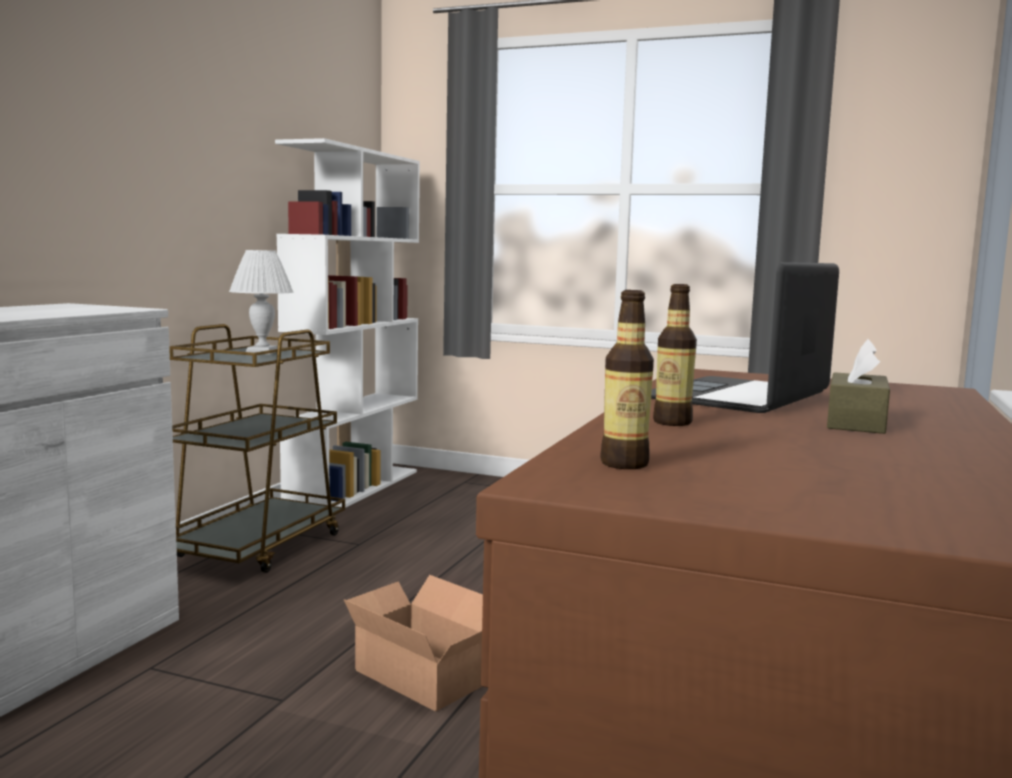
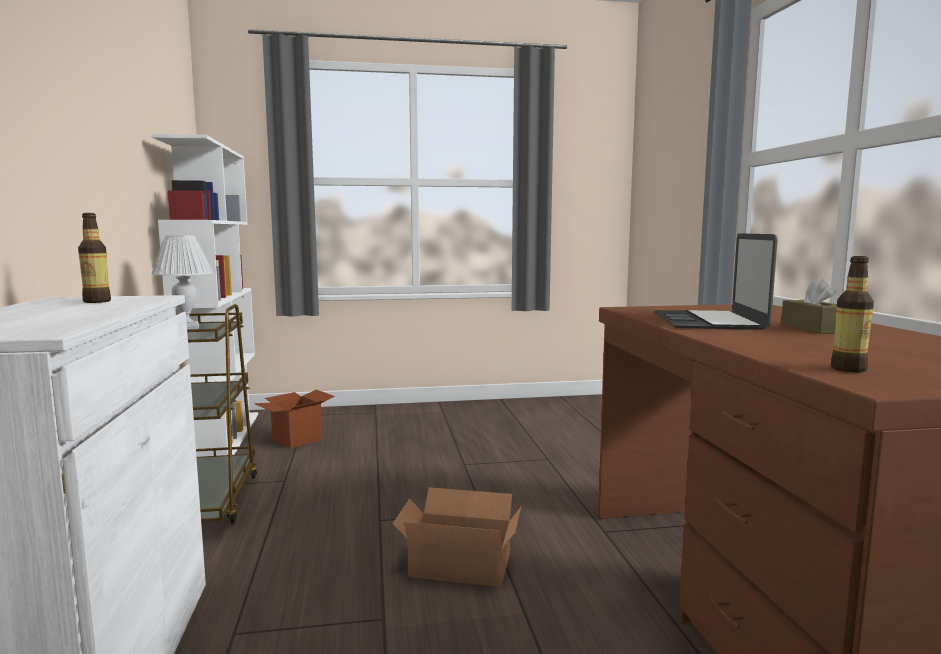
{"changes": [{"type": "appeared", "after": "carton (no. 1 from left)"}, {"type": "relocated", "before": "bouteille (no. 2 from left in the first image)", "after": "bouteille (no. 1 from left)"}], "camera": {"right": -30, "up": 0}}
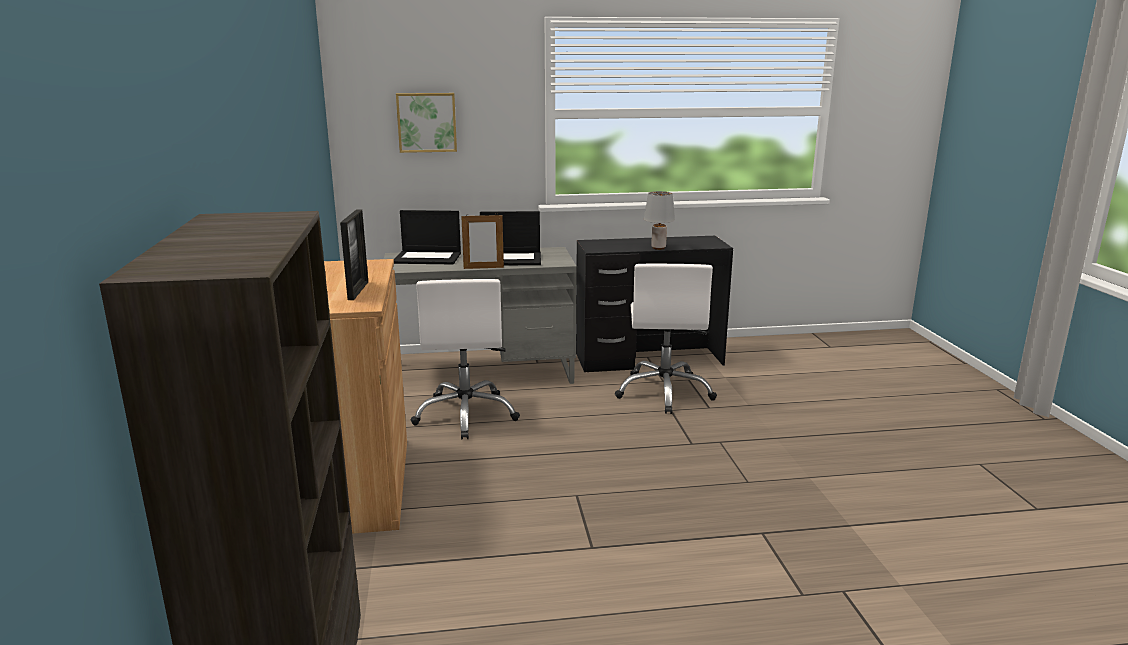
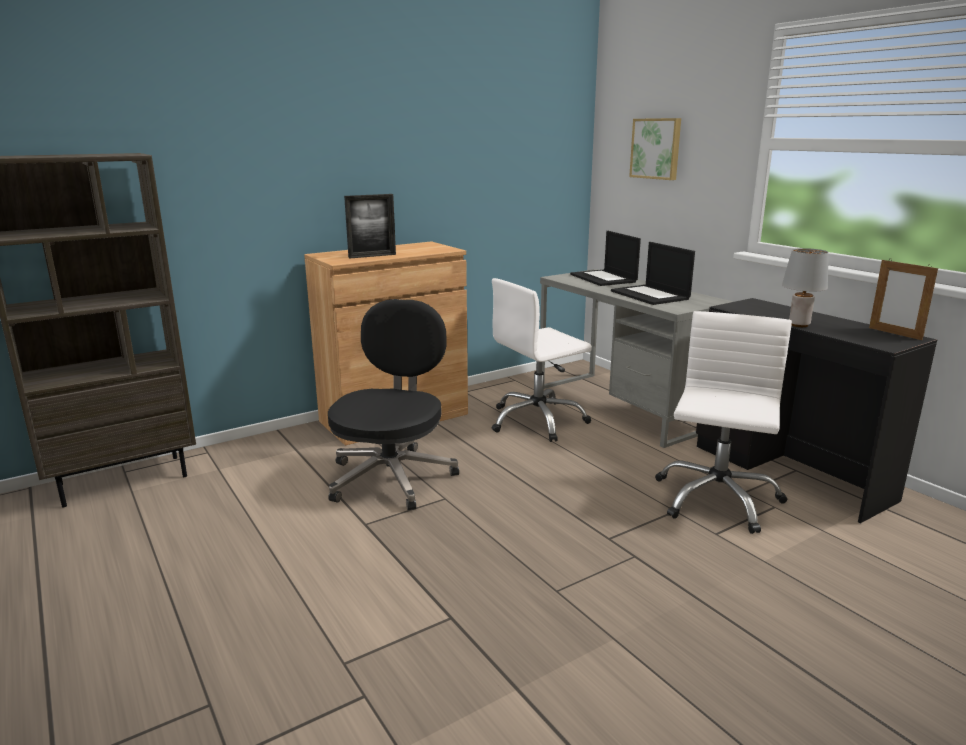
{"changes": [{"type": "appeared", "after": "chaise de bureau (noir)"}, {"type": "relocated", "before": "cadre photo (no. 2 from left)"}, {"type": "spun", "before": "chaise de bureau (blanc) (no. 2 from left)", "turn": 135}], "camera": {"right": 65, "up": 0}}
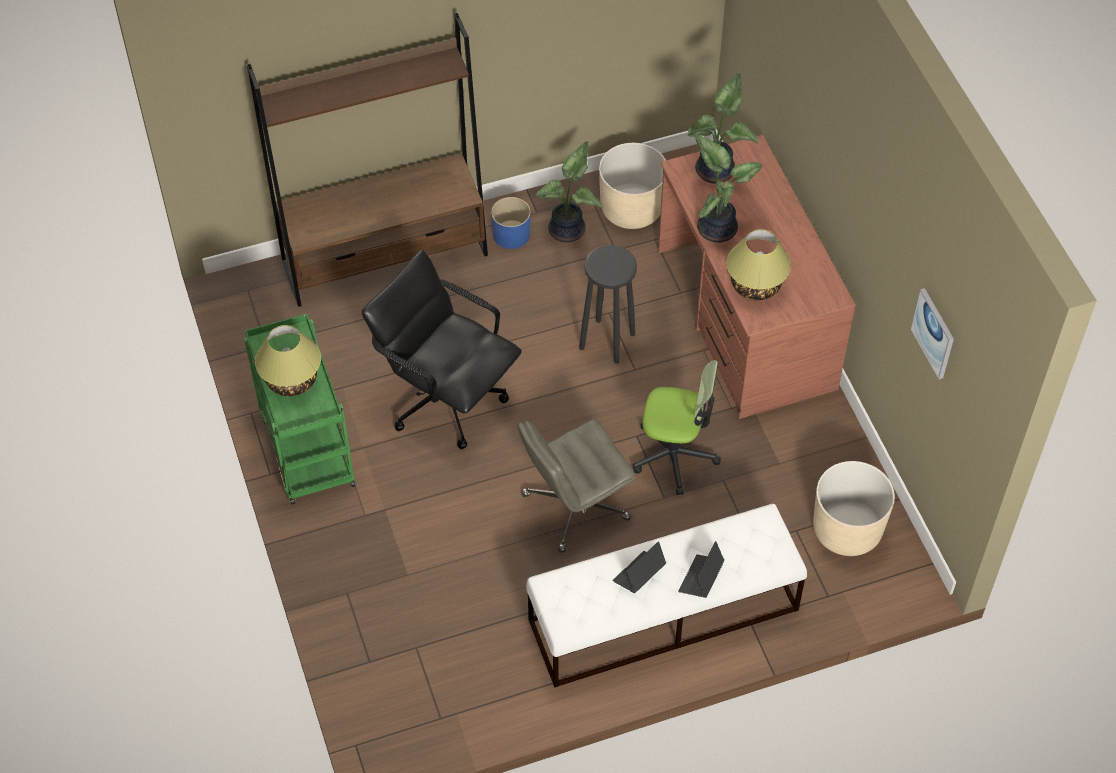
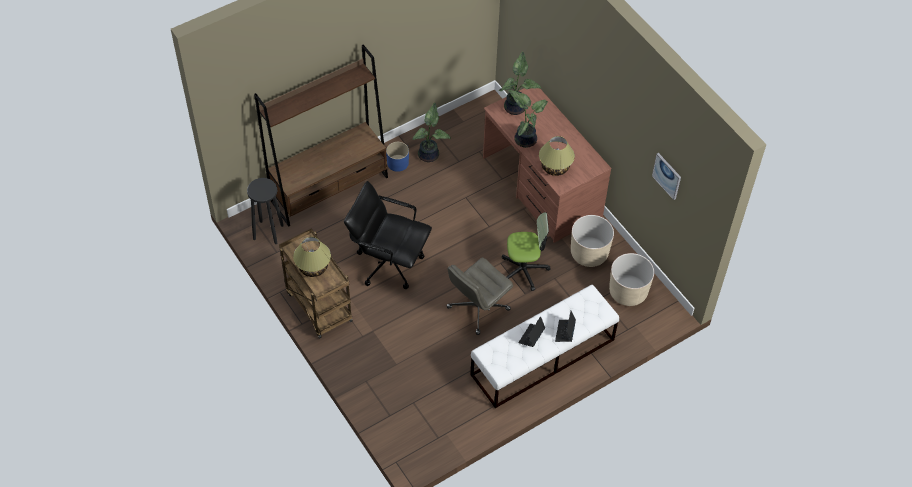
{"changes": [{"type": "relocated", "before": "tabouret (noir)"}, {"type": "relocated", "before": "cache-pot (beige) (no. 1 from left)"}, {"type": "colour", "before": "chariot (vert)", "after": "chariot (marron)"}], "camera": {"right": -15, "up": 0}}
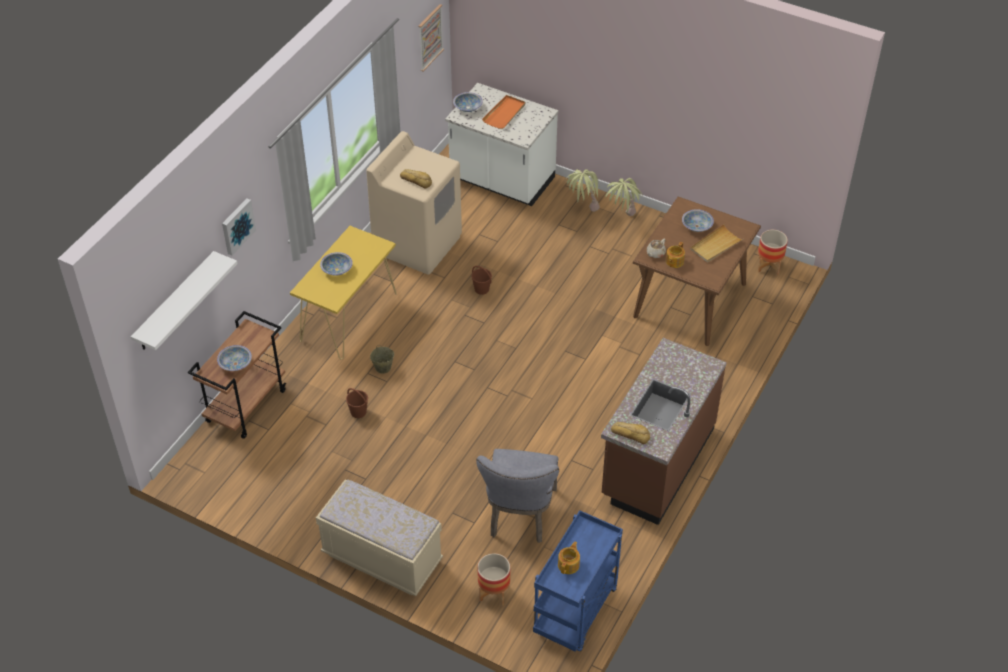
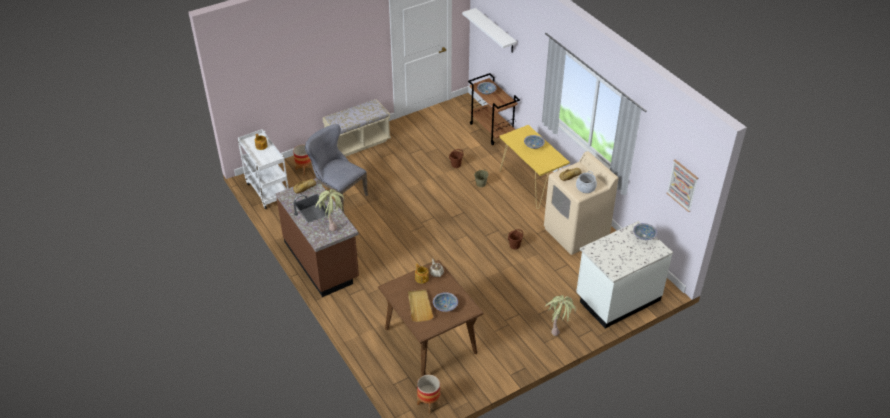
{"changes": [{"type": "missing", "before": "tableau (no. 1 from left)"}, {"type": "missing", "before": "plateau (orange)"}, {"type": "appeared", "after": "marmite"}, {"type": "relocated", "before": "plante en pot (no. 2 from left in the first image)", "after": "plante en pot (no. 1 from left)"}, {"type": "colour", "before": "chariot (bleu)", "after": "chariot (blanc)"}], "camera": {"right": 120, "up": -5}}
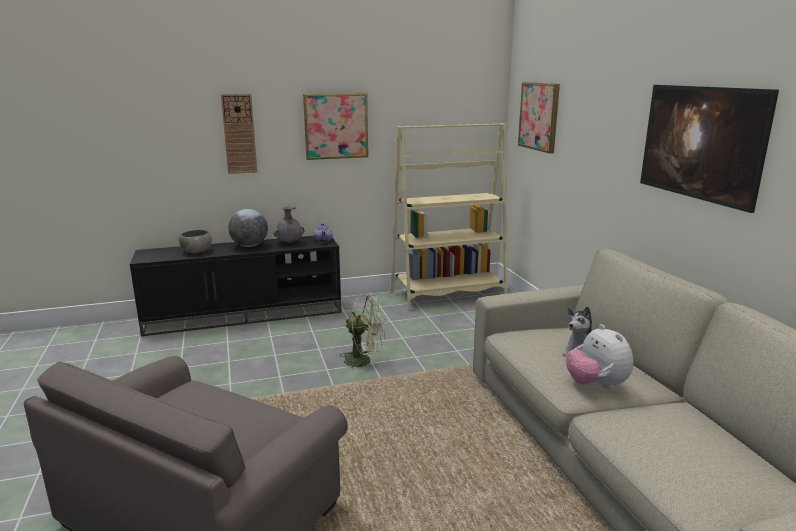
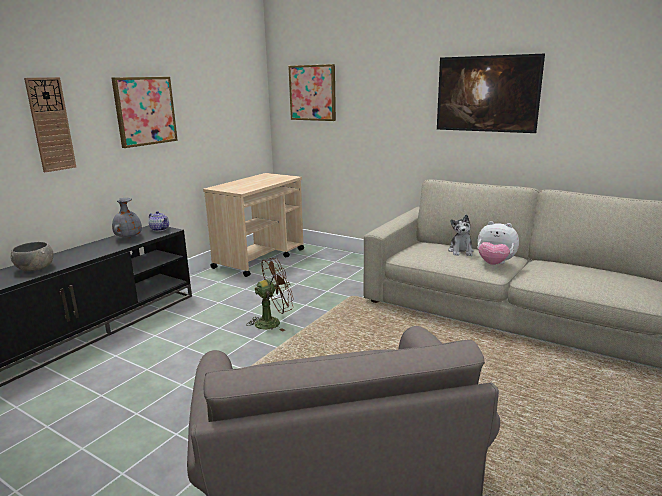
{"changes": [{"type": "missing", "before": "globe"}, {"type": "exchanged", "before": "bibliothèque (beige)", "after": "chariot (beige)"}, {"type": "colour", "before": "ventilateur (vert)", "after": "ventilateur (marron)"}], "camera": {"right": -40, "up": 0}}
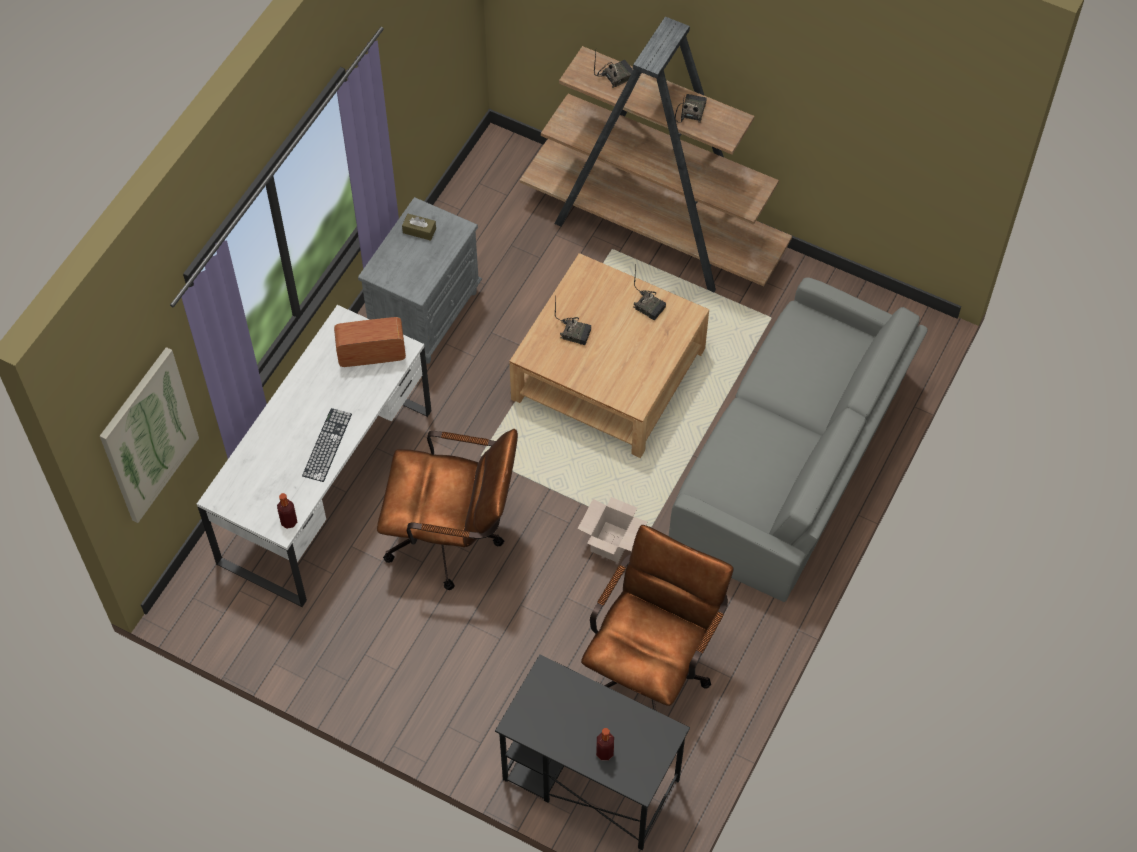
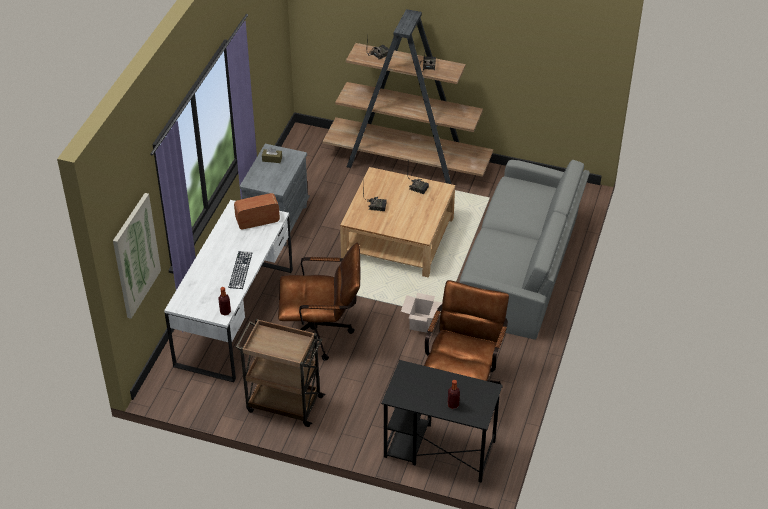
{"changes": [{"type": "appeared", "after": "chariot (marron)"}], "camera": {"right": -10, "up": -15}}
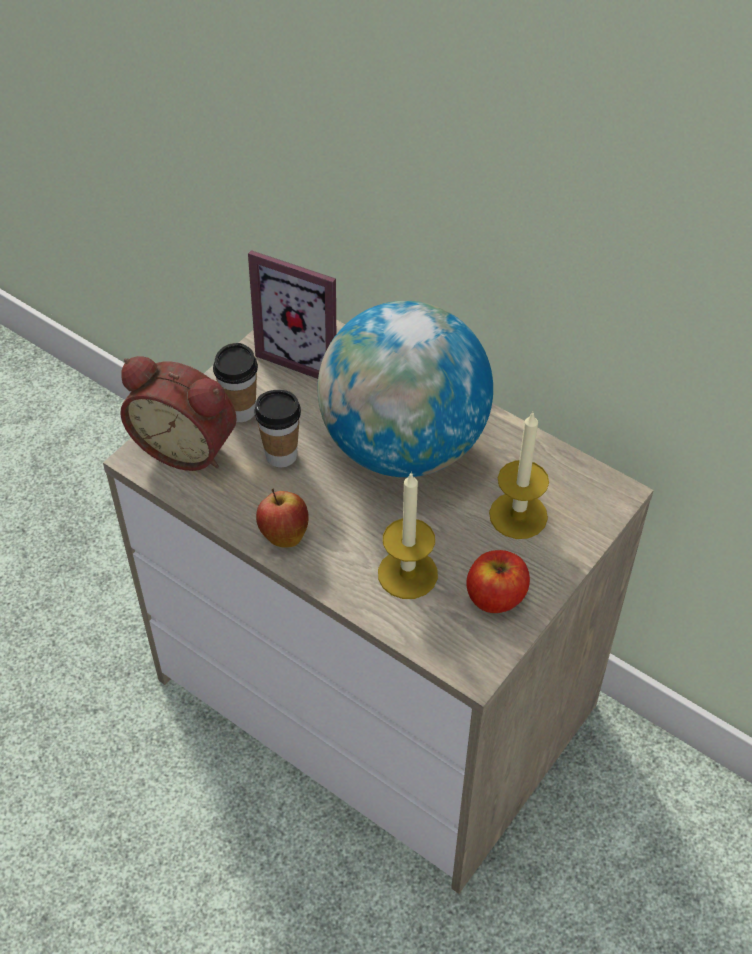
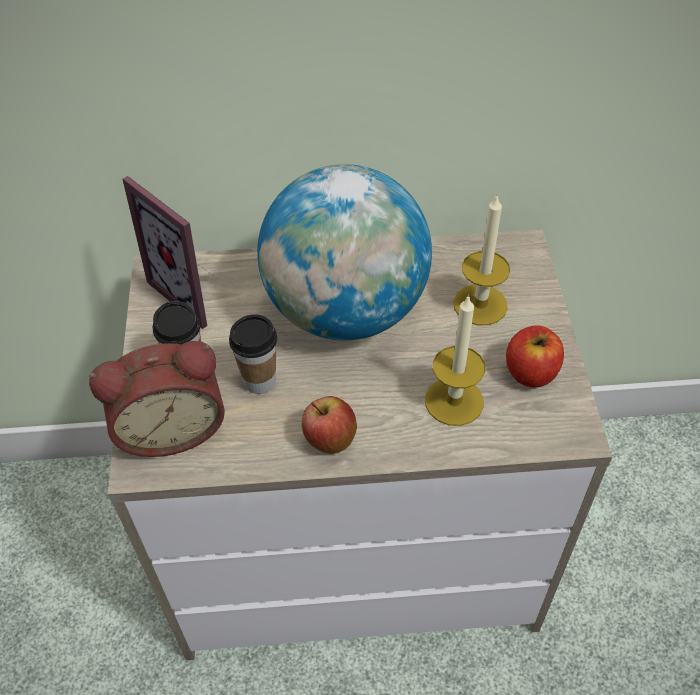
{"changes": [{"type": "spun", "before": "cadre photo", "turn": 60}], "camera": {"right": -40, "up": 0}}
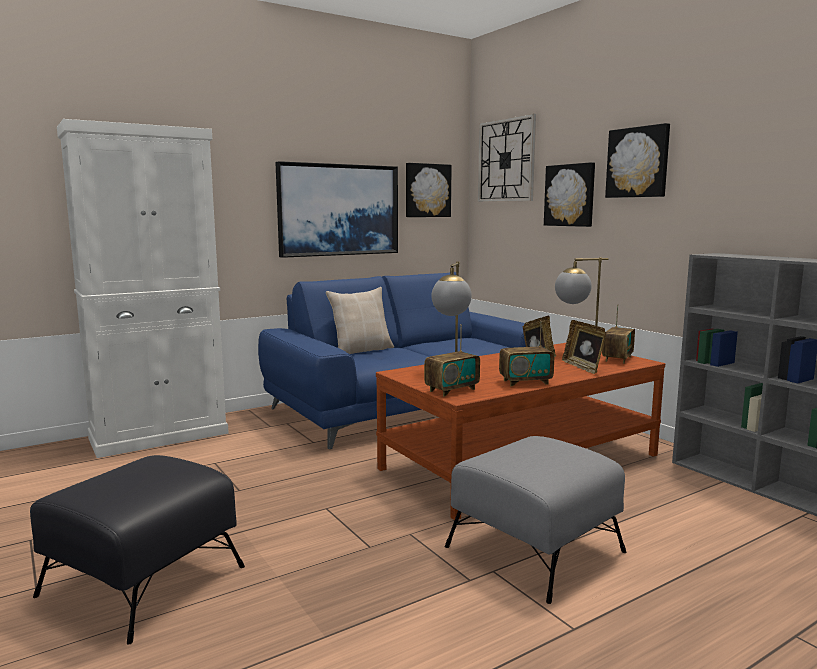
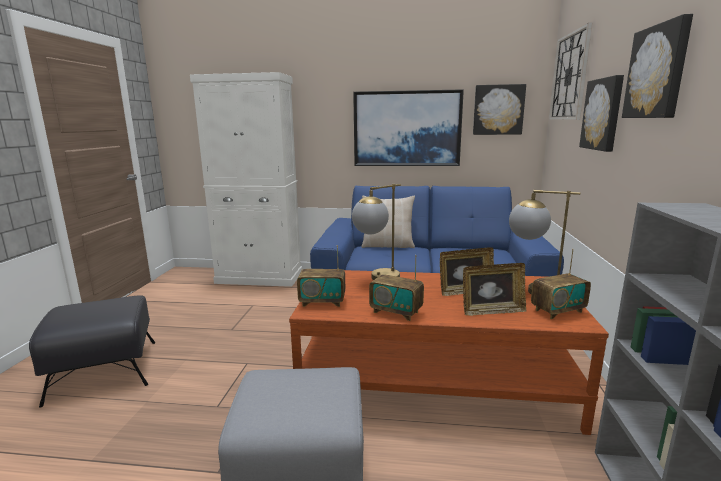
{"changes": [{"type": "spun", "before": "cadre photo (no. 2 from left)", "turn": -120}], "camera": {"right": 40, "up": 5}}
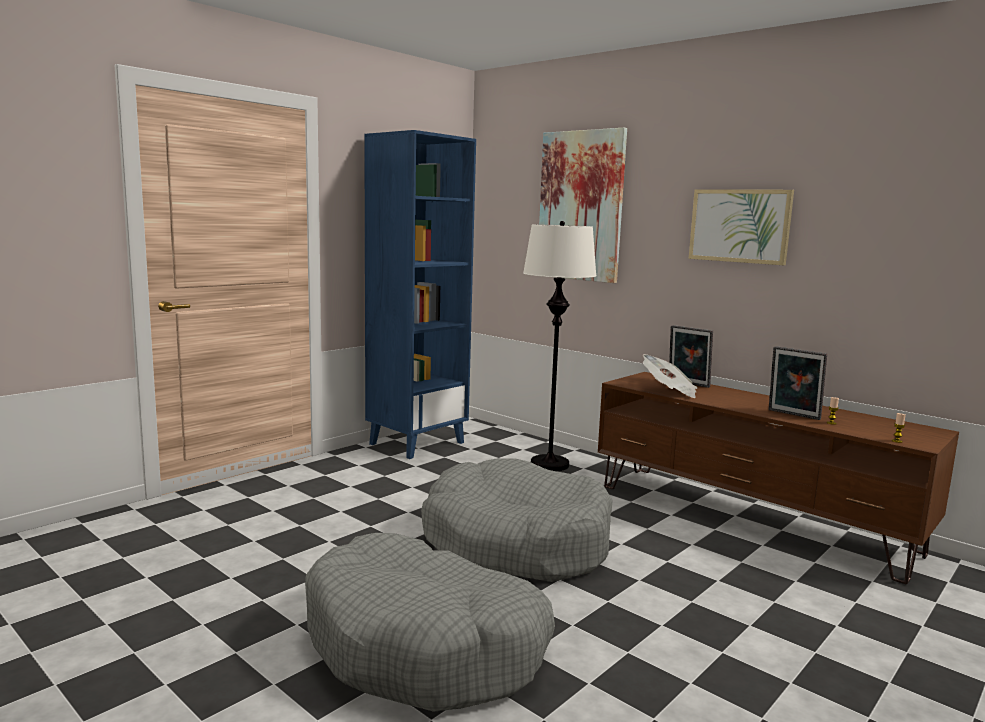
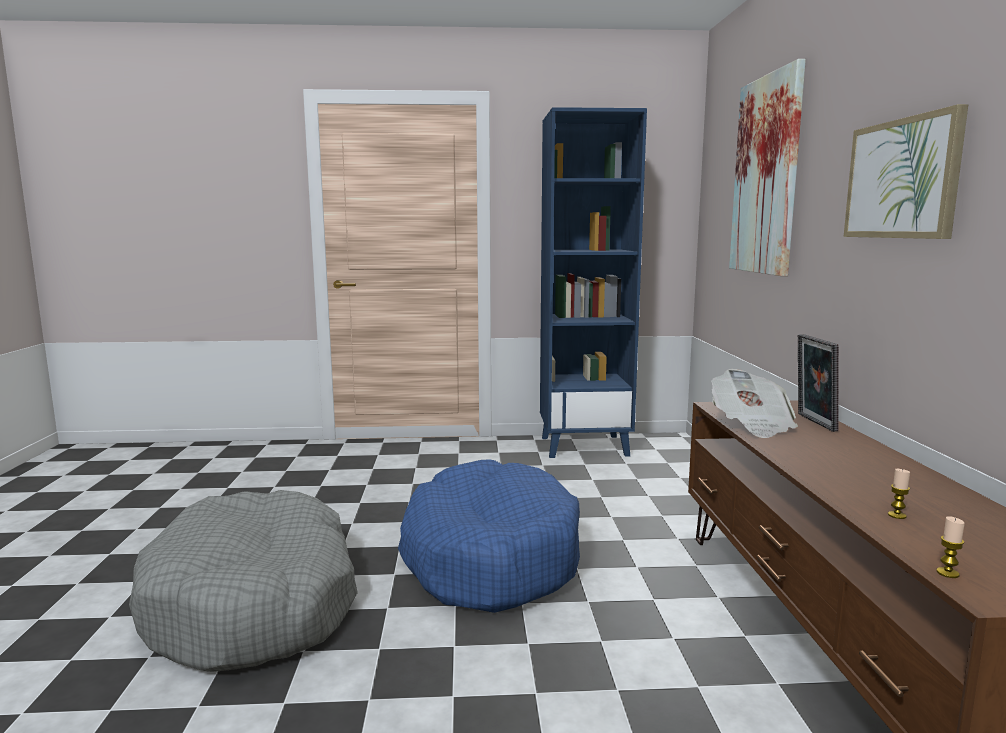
{"changes": [{"type": "missing", "before": "lampadaire (blanc)"}, {"type": "missing", "before": "cadre photo (no. 2 from left)"}, {"type": "colour", "before": "panier pour chien (gris) (no. 2 from left)", "after": "panier pour chien (bleu)"}], "camera": {"right": 45, "up": 0}}
